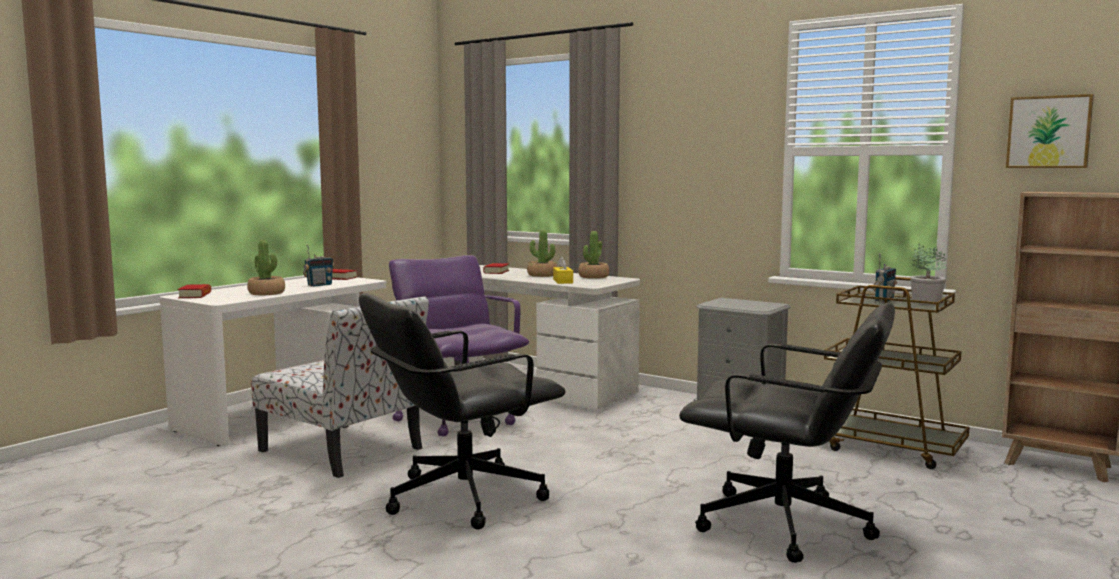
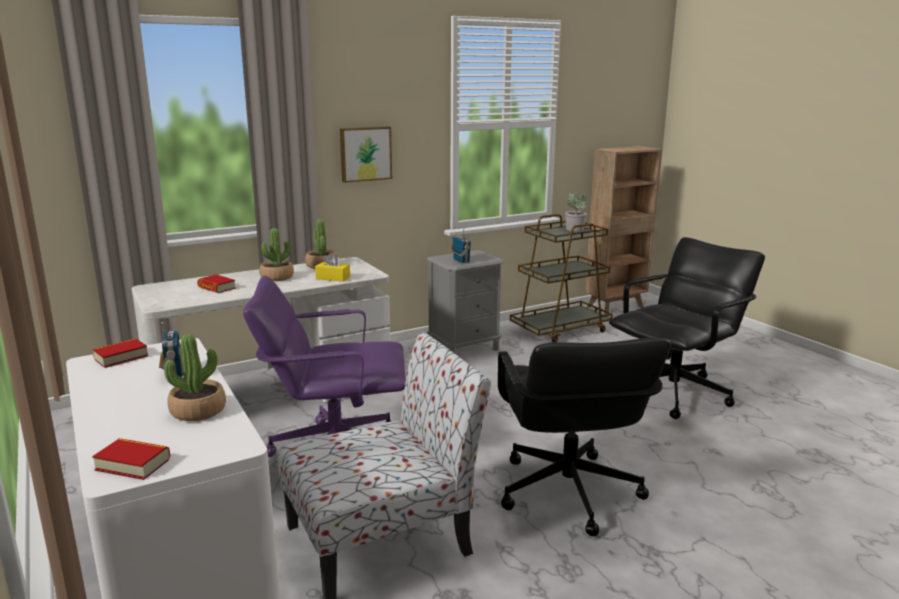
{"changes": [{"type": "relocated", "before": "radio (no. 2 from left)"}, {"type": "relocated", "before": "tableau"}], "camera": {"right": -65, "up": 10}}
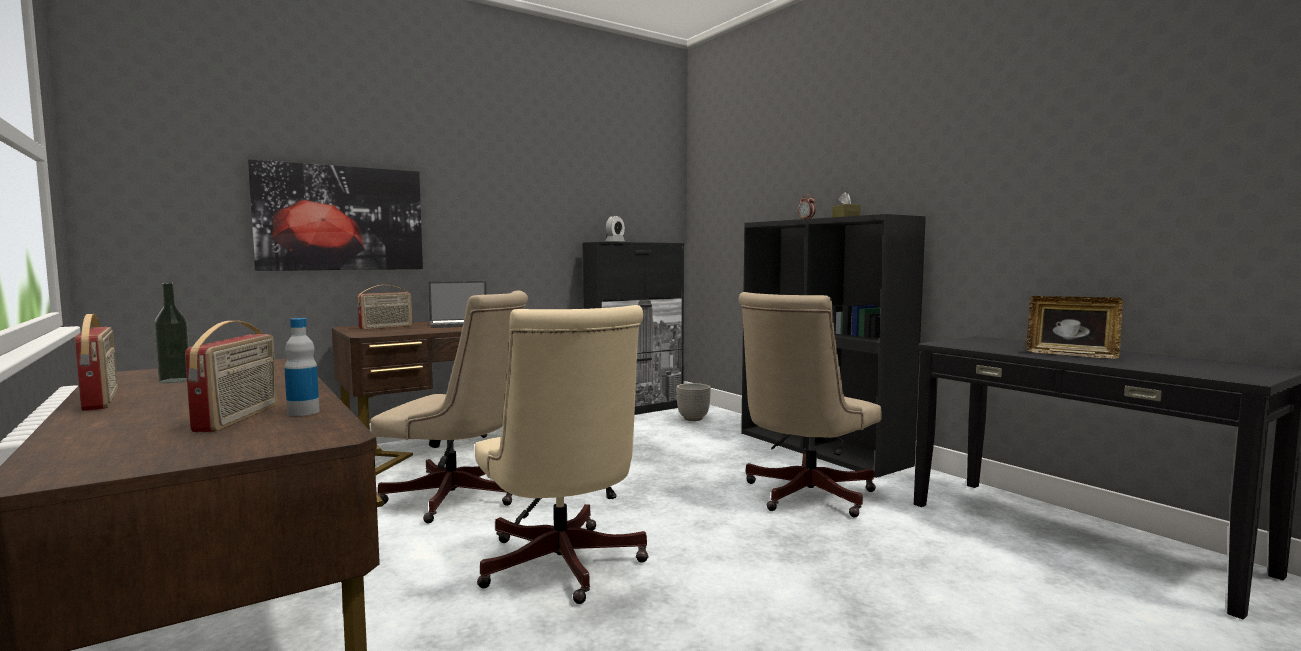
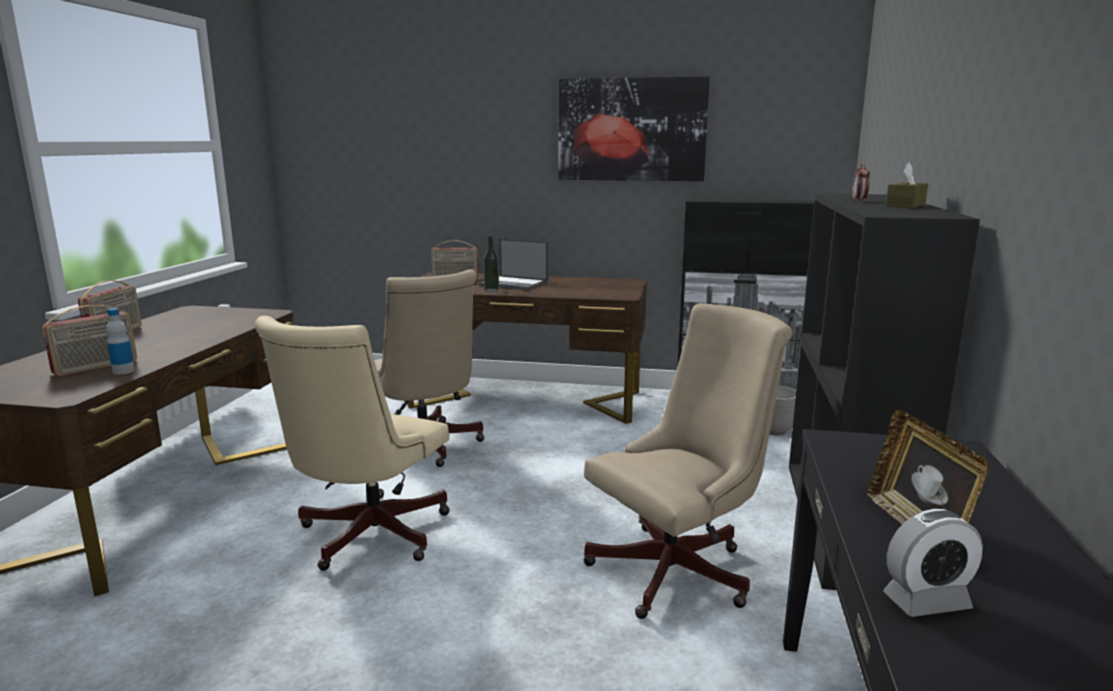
{"changes": [{"type": "relocated", "before": "bouteille (no. 1 from left in the first image)", "after": "bouteille (no. 2 from left)"}, {"type": "relocated", "before": "tableau"}, {"type": "relocated", "before": "réveil (no. 1 from left in the first image)", "after": "réveil (no. 2 from left)"}, {"type": "spun", "before": "chaise de bureau (beige) (no. 3 from left)", "turn": 150}], "camera": {"right": 45, "up": 10}}
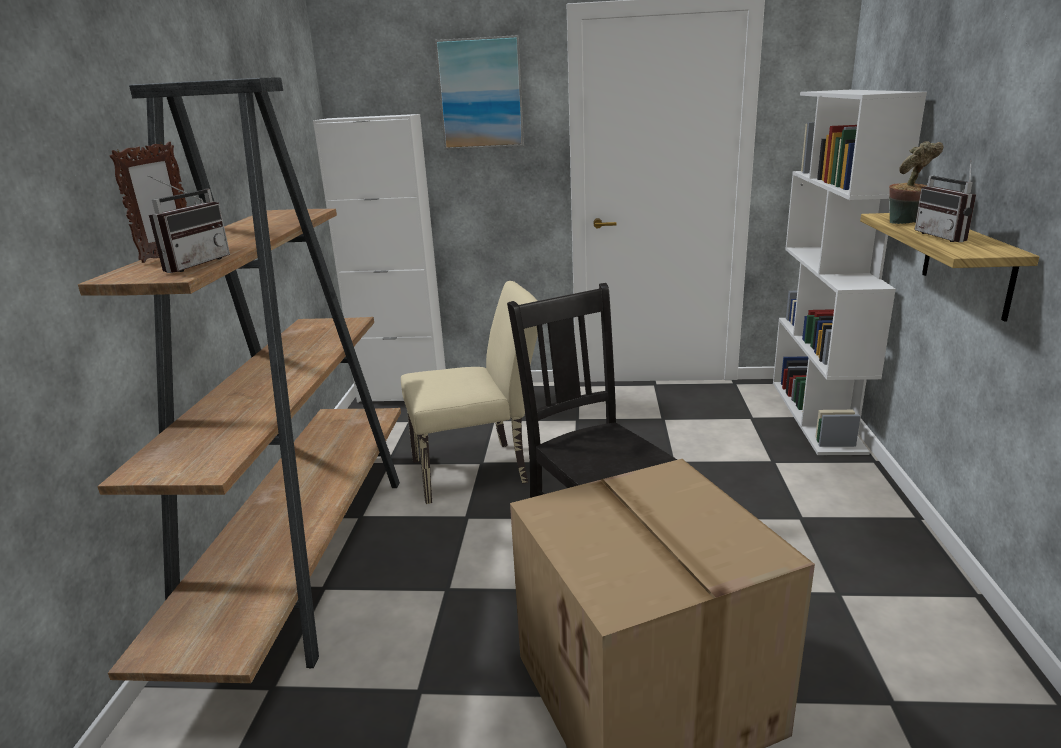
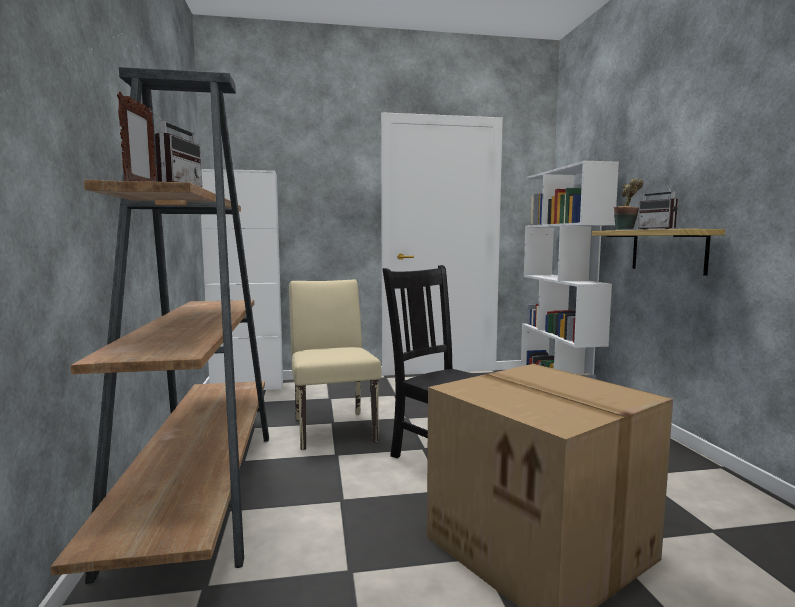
{"changes": [{"type": "missing", "before": "tableau"}, {"type": "spun", "before": "chaise (beige)", "turn": -75}], "camera": {"right": -15, "up": -15}}
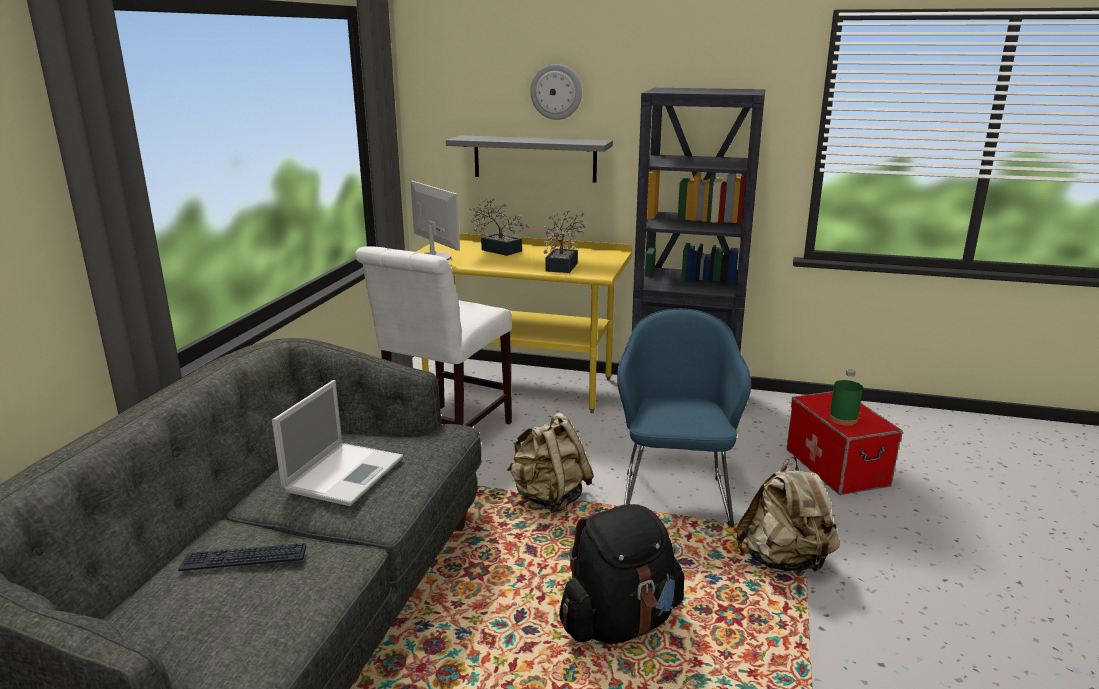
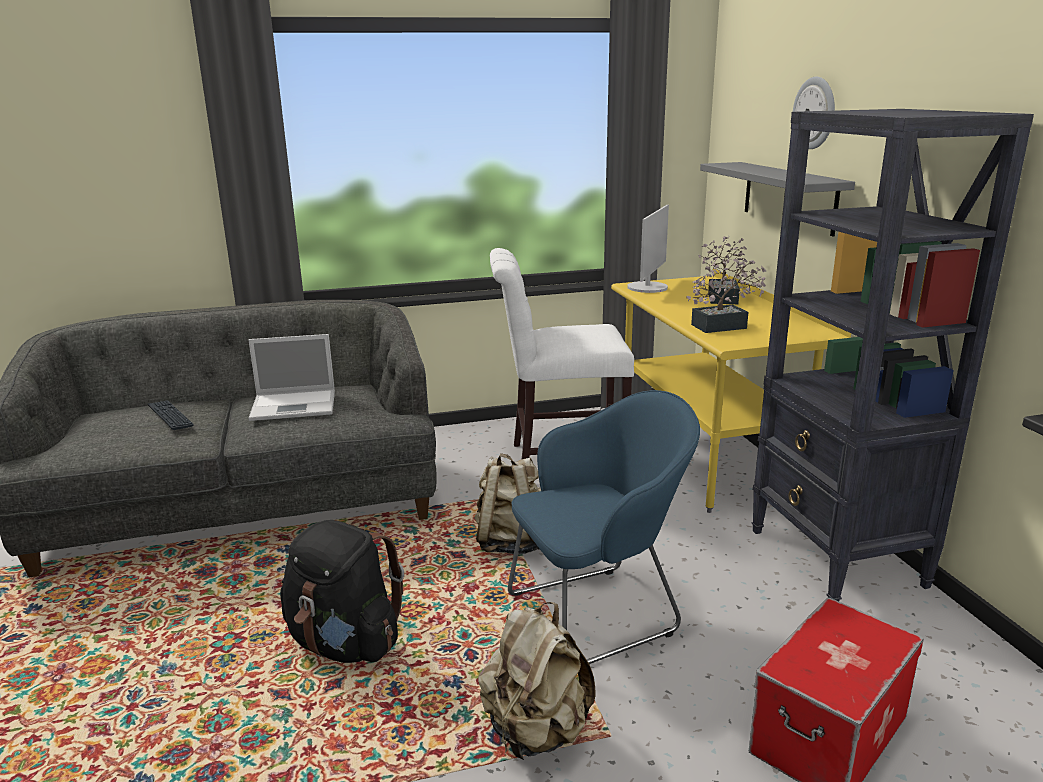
{"changes": [{"type": "missing", "before": "bouteille (vert)"}], "camera": {"right": 60, "up": 0}}
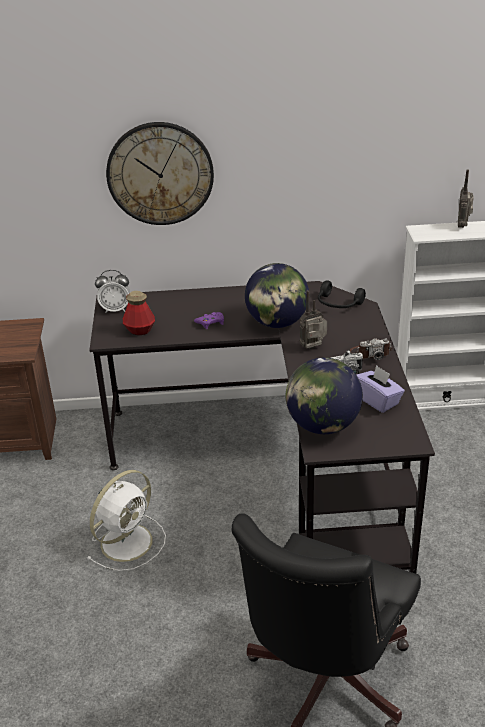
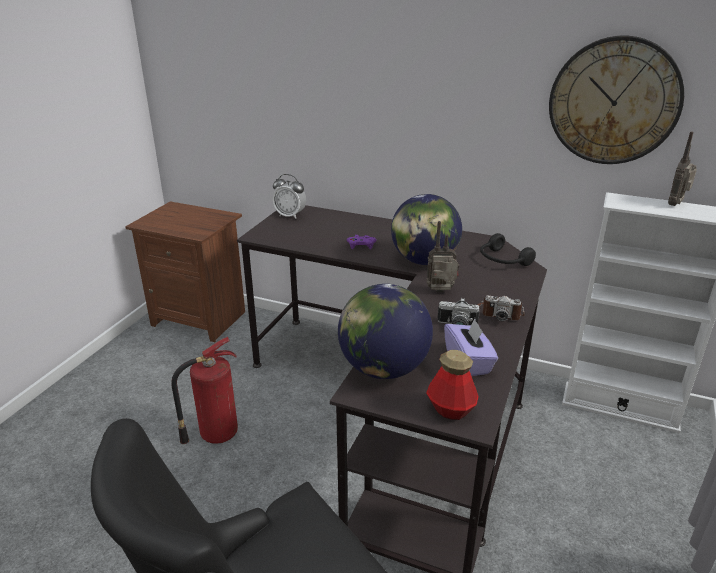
{"changes": [{"type": "relocated", "before": "horloge murale"}, {"type": "relocated", "before": "bouteille"}, {"type": "exchanged", "before": "ventilateur (blanc)", "after": "extincteur"}], "camera": {"right": 25, "up": -5}}
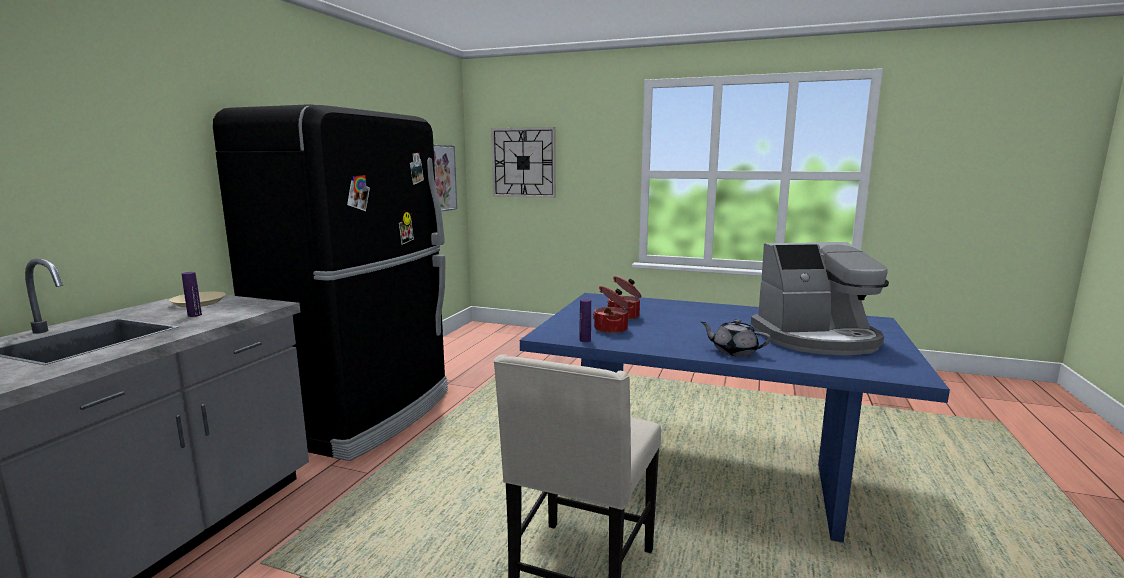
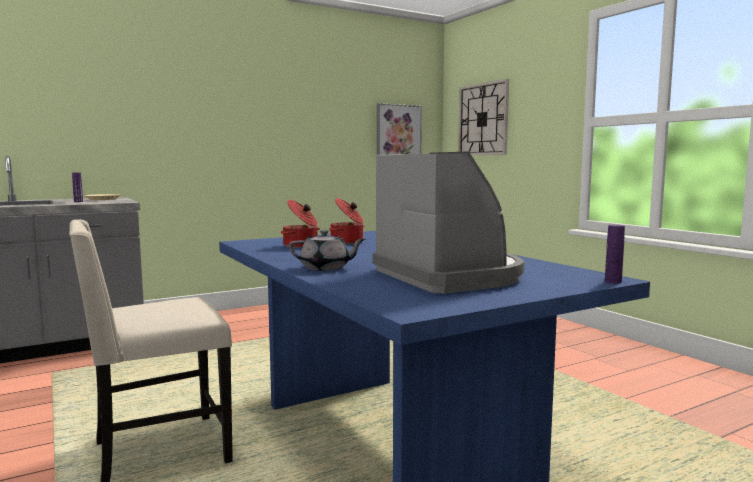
{"changes": [{"type": "missing", "before": "réfrigérateur (noir)"}, {"type": "relocated", "before": "bouteille (violet) (no. 2 from left)"}, {"type": "spun", "before": "théière (gris)", "turn": 120}, {"type": "spun", "before": "machine à café", "turn": -150}], "camera": {"right": 40, "up": -5}}
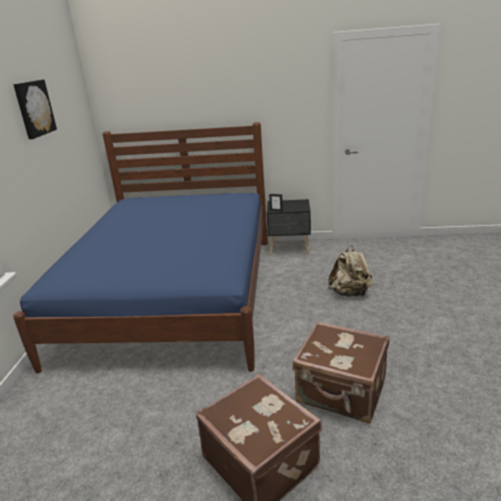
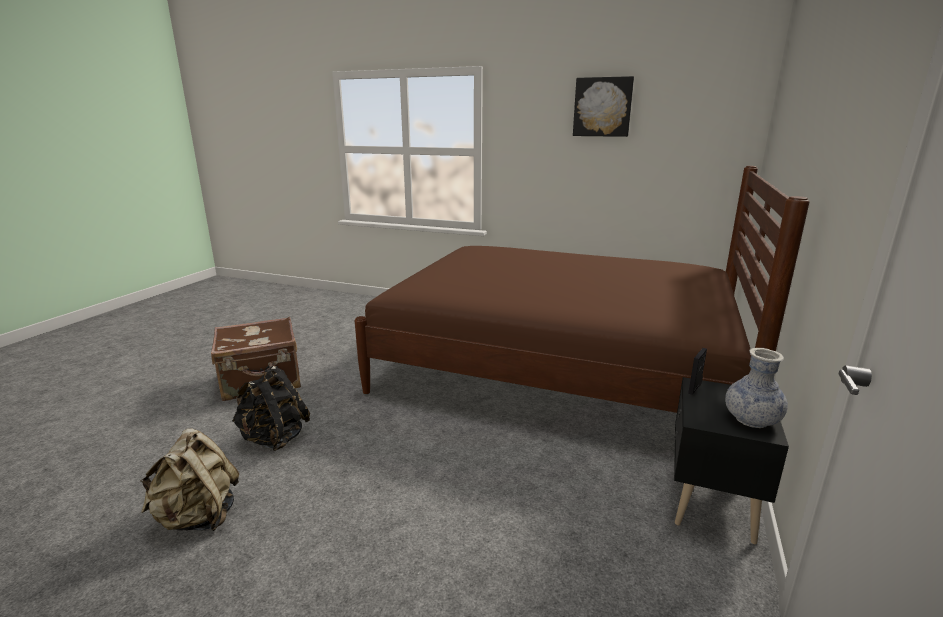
{"changes": [{"type": "appeared", "after": "vase"}, {"type": "relocated", "before": "sac à dos (beige)"}, {"type": "exchanged", "before": "valise (marron) (no. 2 from left)", "after": "sac à dos (noir)"}, {"type": "colour", "before": "lit (bleu)", "after": "lit (marron)"}], "camera": {"right": 105, "up": -5}}
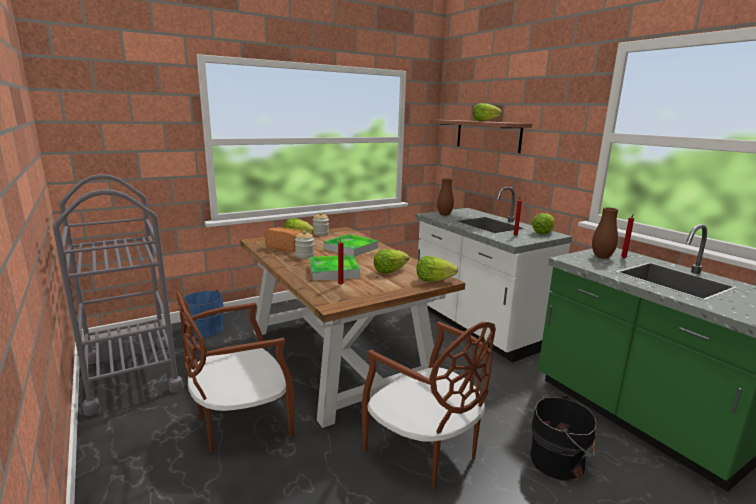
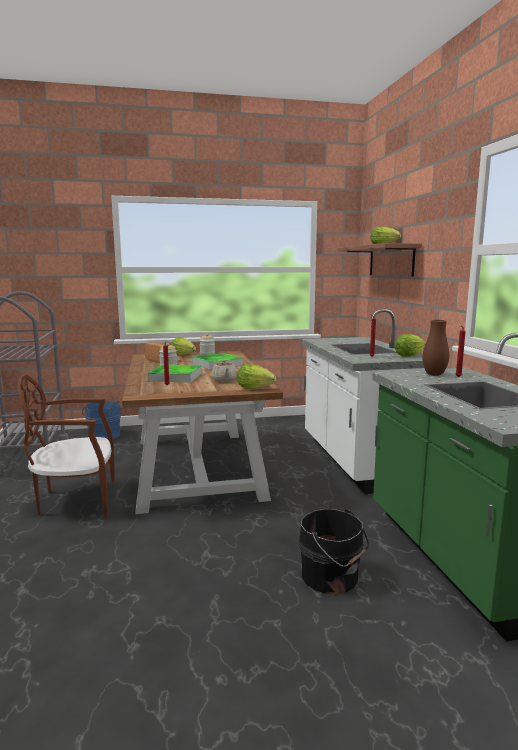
{"changes": [{"type": "missing", "before": "chaise (marron) (no. 2 from left)"}, {"type": "missing", "before": "vase (marron) (no. 1 from left)"}, {"type": "exchanged", "before": "laitue (no. 2 from left)", "after": "théière (beige)"}], "camera": {"right": 20, "up": -5}}
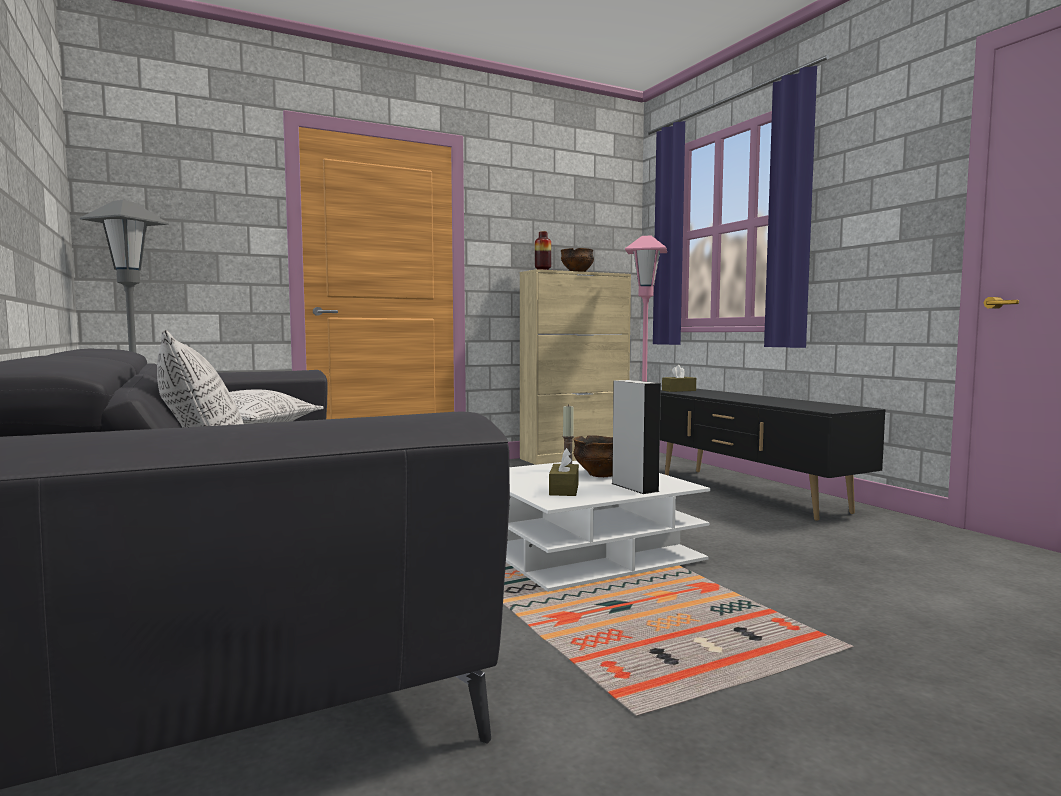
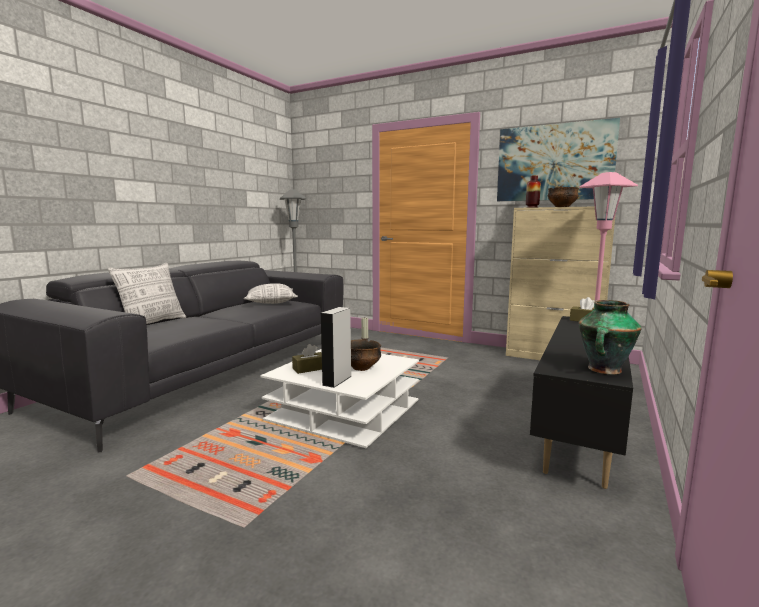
{"changes": [{"type": "appeared", "after": "tableau"}, {"type": "appeared", "after": "vase (no. 2 from left)"}], "camera": {"right": 55, "up": 5}}
